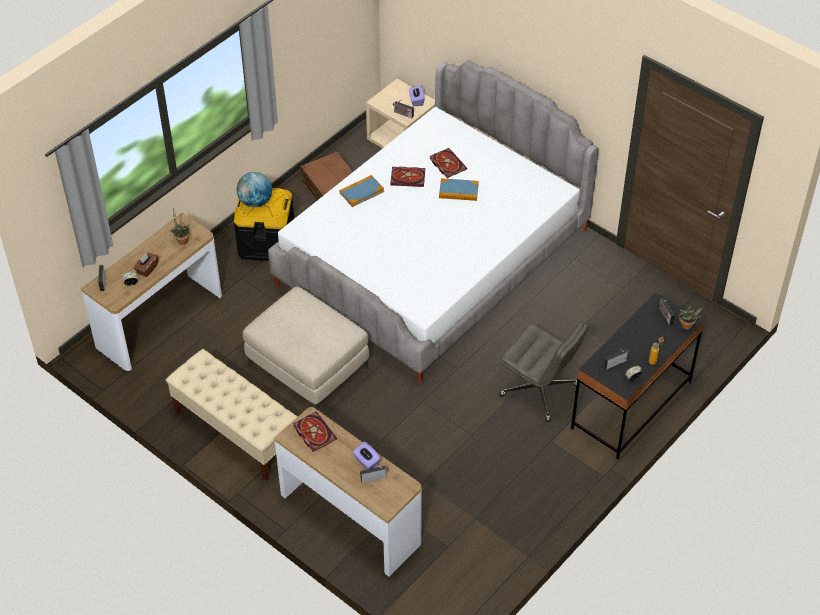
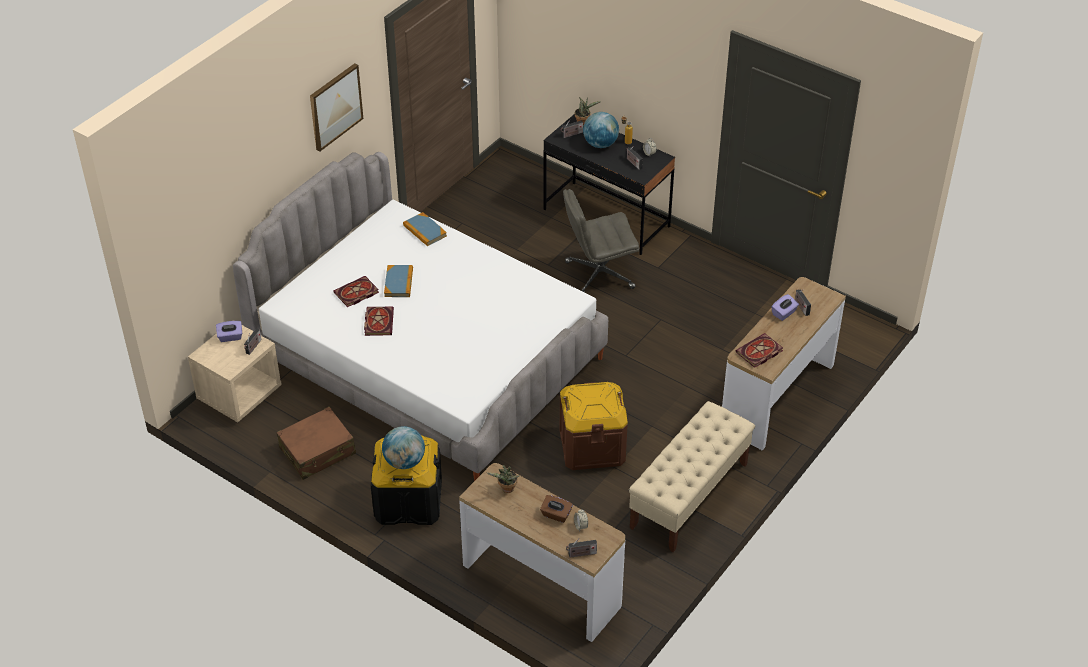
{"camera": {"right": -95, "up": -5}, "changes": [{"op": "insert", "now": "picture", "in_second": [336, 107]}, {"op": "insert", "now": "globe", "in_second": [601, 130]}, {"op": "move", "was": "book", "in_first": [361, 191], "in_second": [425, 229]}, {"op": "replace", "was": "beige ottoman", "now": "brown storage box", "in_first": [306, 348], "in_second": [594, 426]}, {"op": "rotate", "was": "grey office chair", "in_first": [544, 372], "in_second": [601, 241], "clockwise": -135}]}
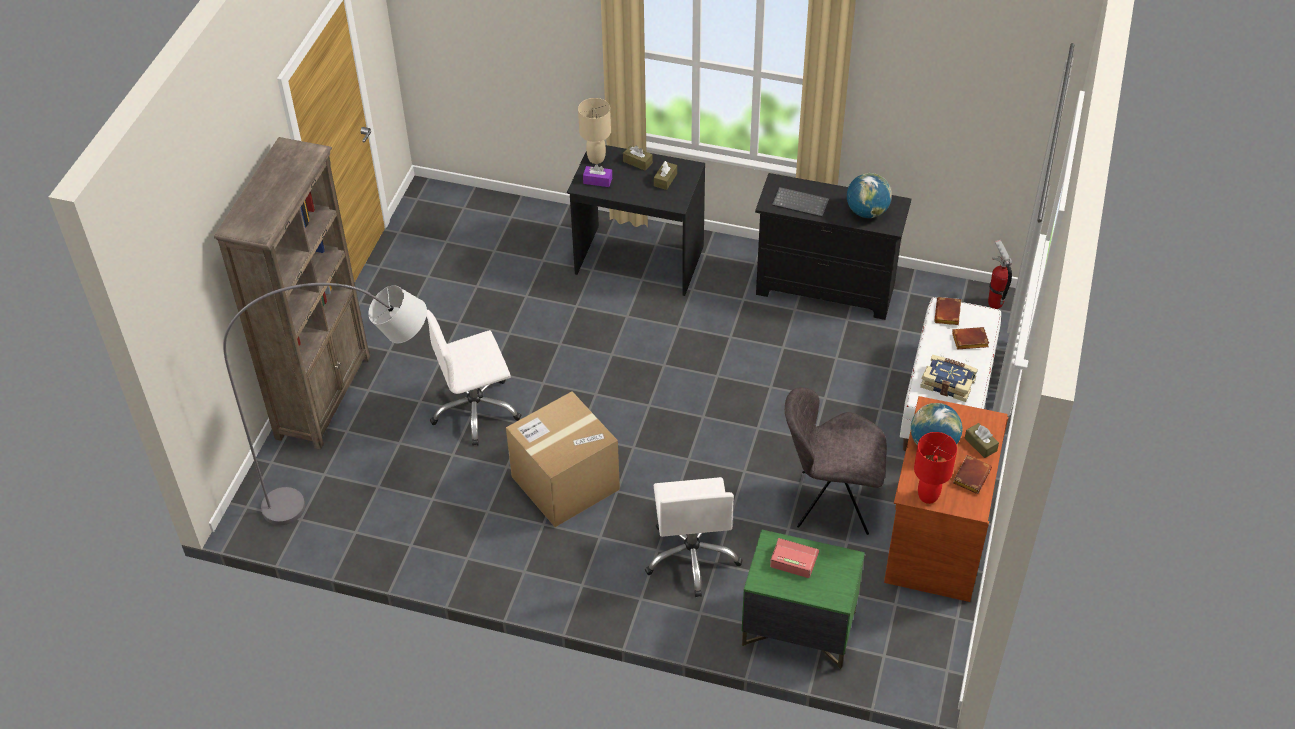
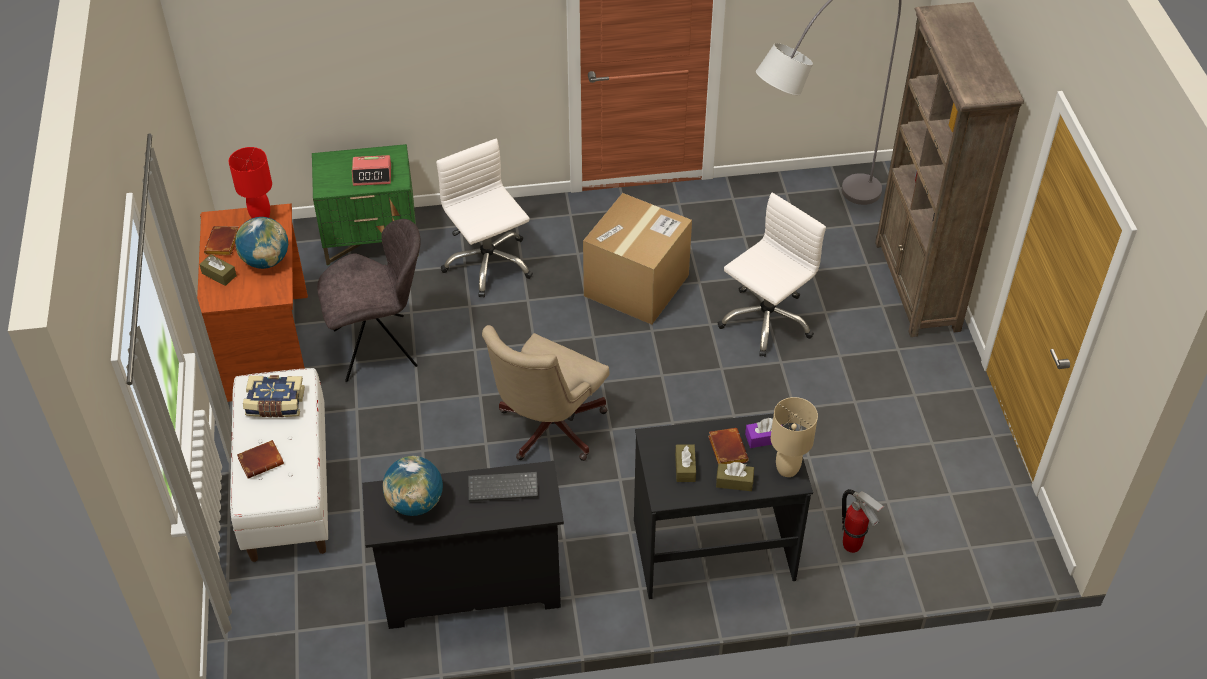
{"camera": {"right": 155, "up": 0}, "changes": [{"op": "insert", "now": "beige office chair", "in_second": [546, 393]}, {"op": "move", "was": "brown book", "in_first": [947, 311], "in_second": [728, 446]}, {"op": "move", "was": "fire extinguisher", "in_first": [1000, 274], "in_second": [863, 521]}]}
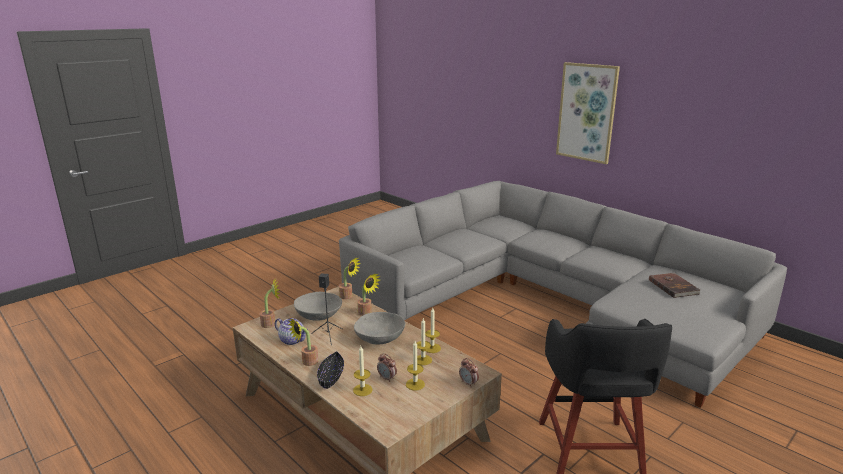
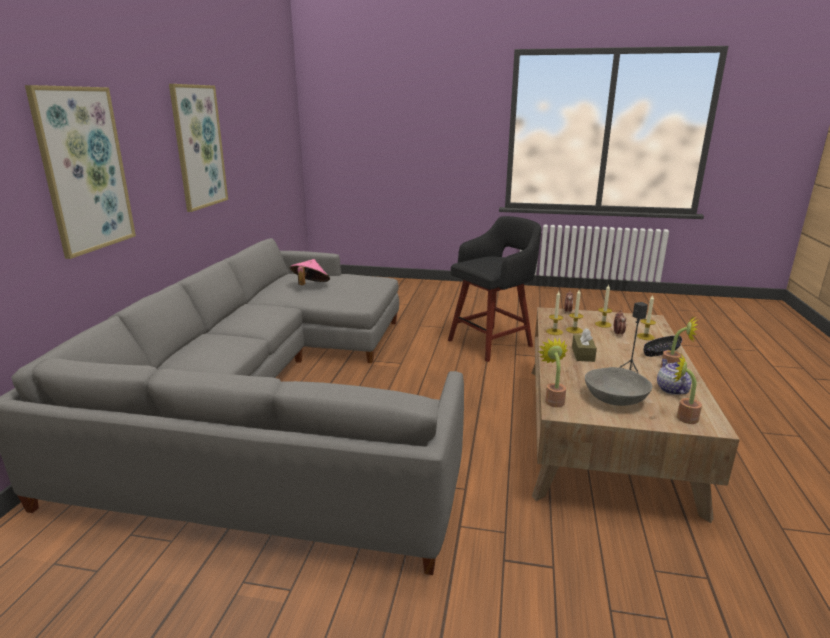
{"camera": {"right": -125, "up": 0}, "changes": [{"op": "delete", "was": "potted plant", "in_first": [369, 295]}, {"op": "insert", "now": "picture", "in_second": [198, 148]}, {"op": "replace", "was": "grey bowl", "now": "brown tissue box", "in_first": [379, 328], "in_second": [584, 345]}, {"op": "replace", "was": "brown book", "now": "pink hat", "in_first": [675, 285], "in_second": [310, 272]}]}
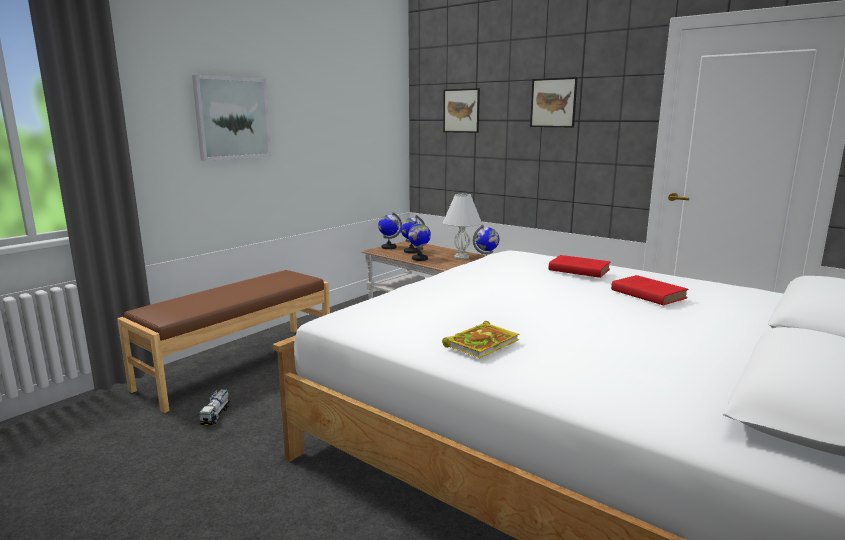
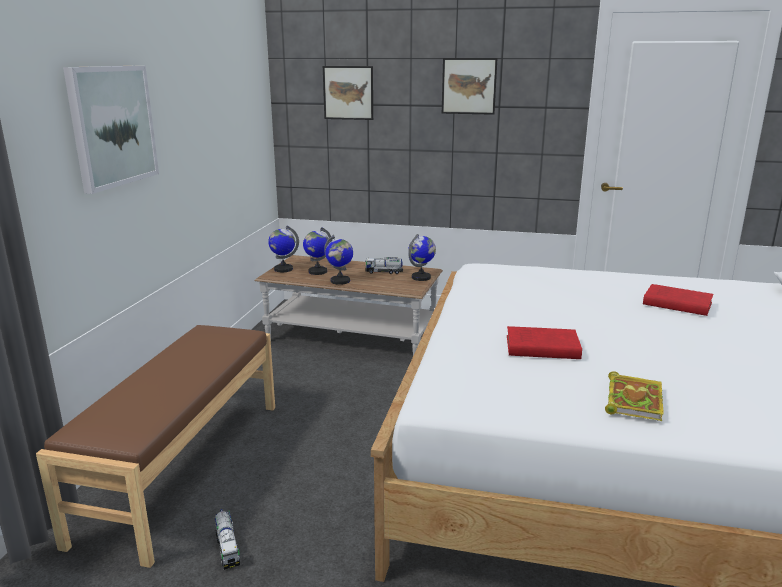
{"camera": {"right": -25, "up": 5}, "changes": [{"op": "move", "was": "red book", "in_first": [579, 266], "in_second": [544, 342]}, {"op": "replace", "was": "white table lamp", "now": "toy truck", "in_first": [462, 226], "in_second": [384, 265]}]}
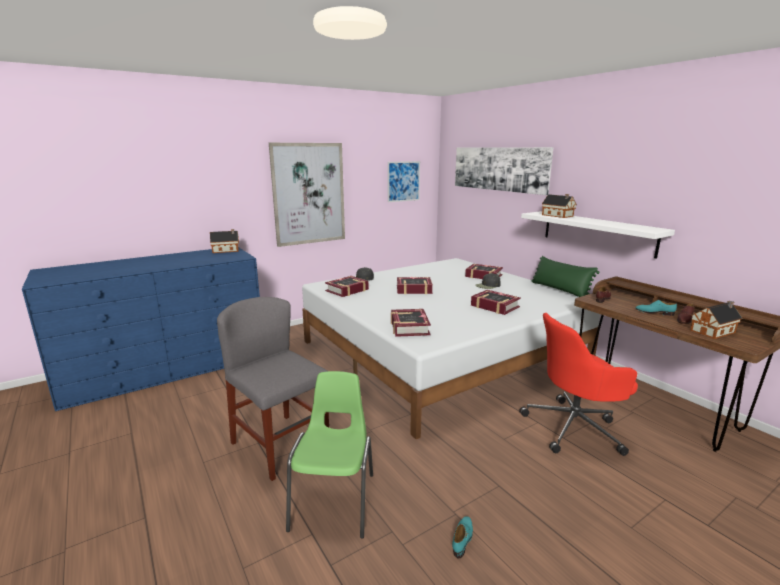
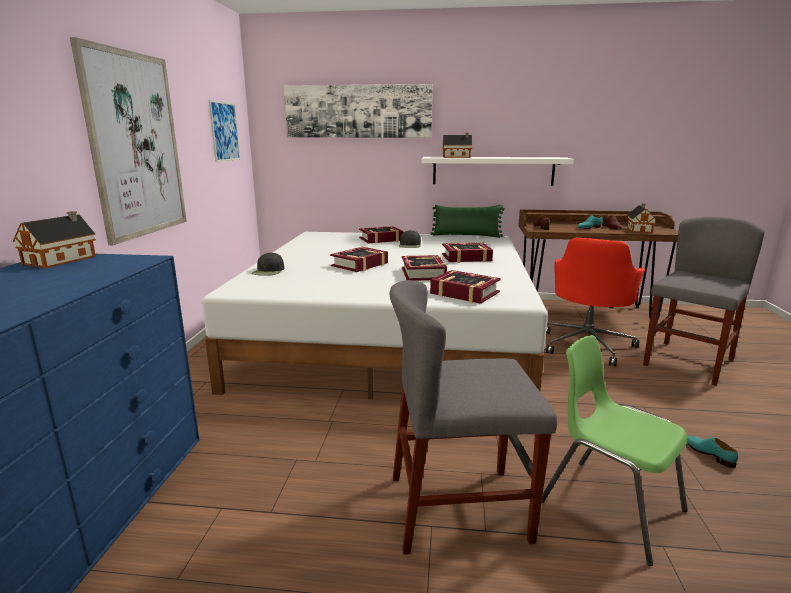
{"camera": {"right": -50, "up": 0}, "changes": [{"op": "insert", "now": "grey chair", "in_second": [704, 301]}, {"op": "move", "was": "book", "in_first": [347, 286], "in_second": [424, 268]}]}
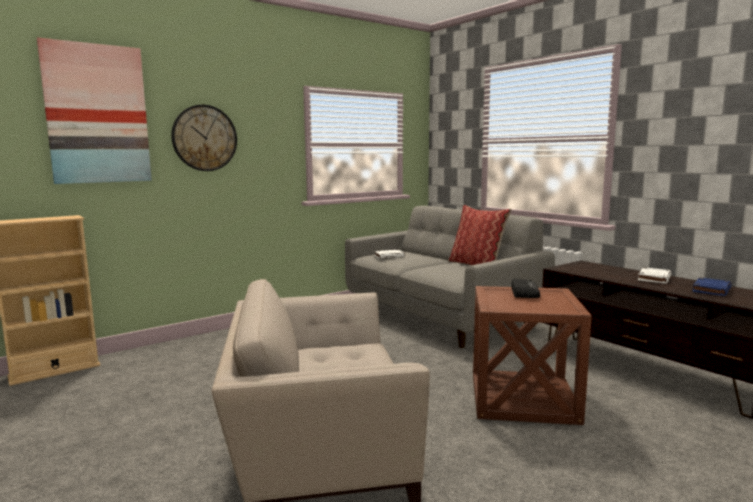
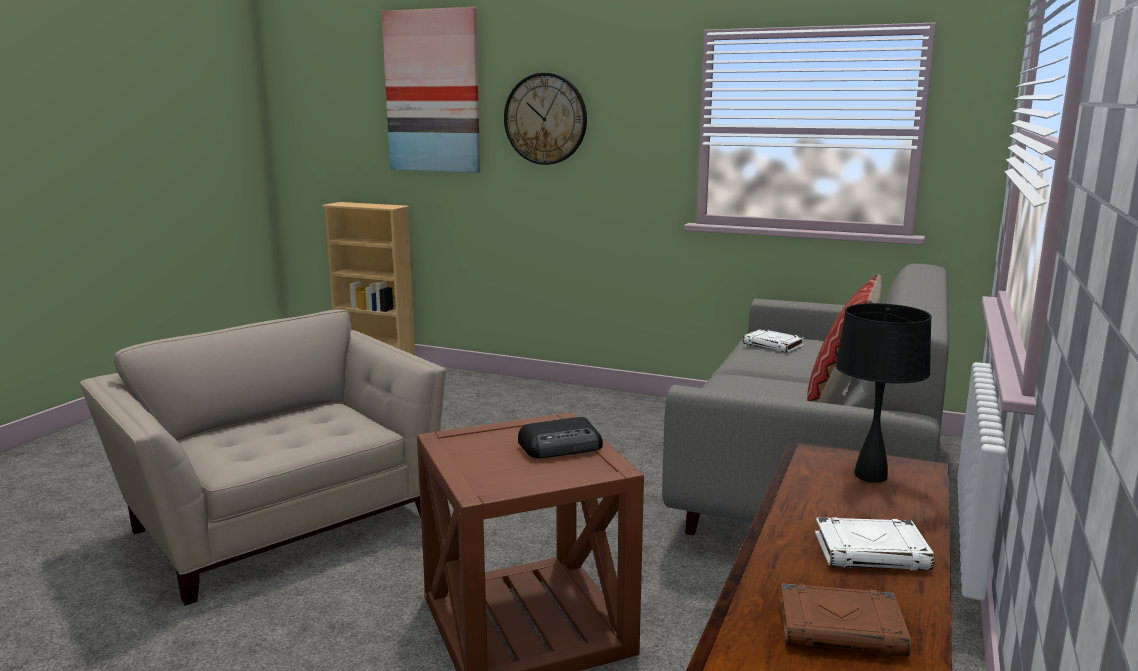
{"camera": {"right": 60, "up": 5}, "changes": [{"op": "insert", "now": "black table lamp", "in_second": [883, 393]}, {"op": "recolor", "was": "blue book", "now": "brown book", "in_first": [712, 286], "in_second": [845, 620]}]}
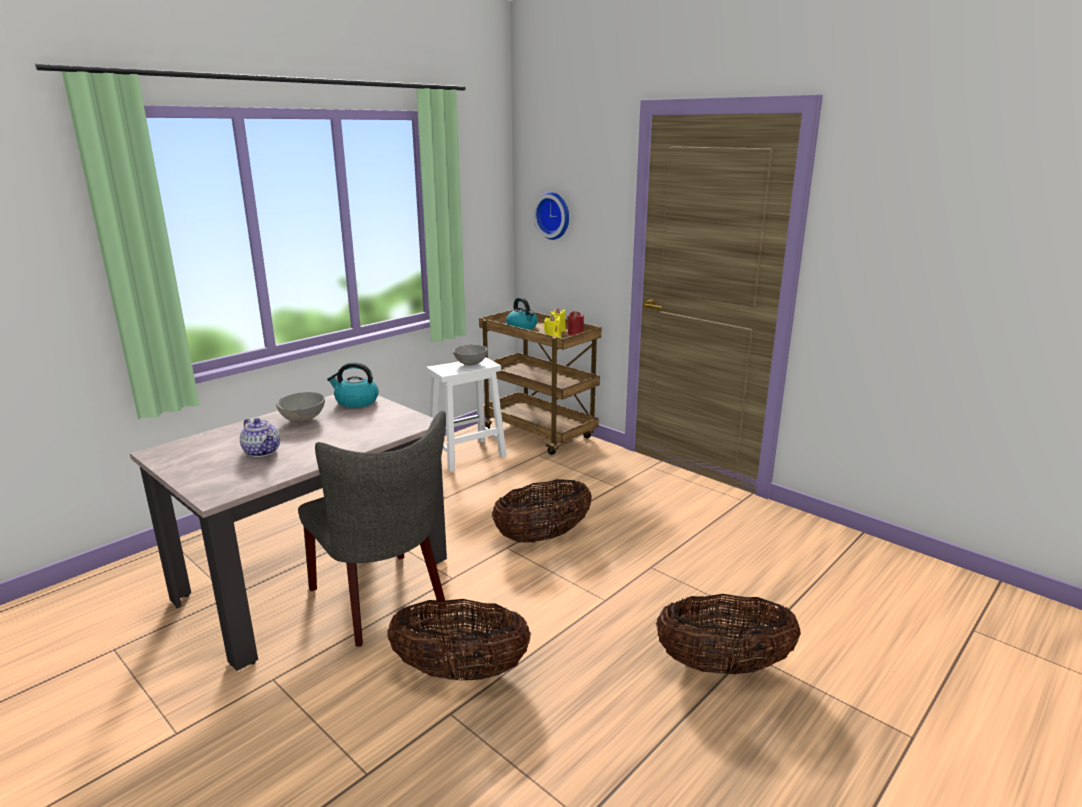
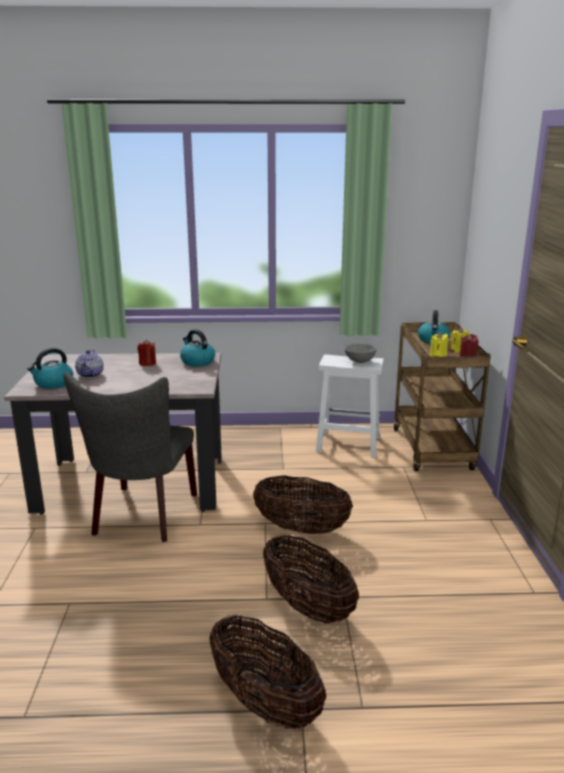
{"camera": {"right": 45, "up": 0}, "changes": [{"op": "delete", "was": "wall clock", "in_first": [551, 216]}, {"op": "insert", "now": "kettle", "in_second": [50, 368]}, {"op": "move", "was": "basket", "in_first": [459, 640], "in_second": [311, 578]}, {"op": "replace", "was": "grey bowl", "now": "red candle", "in_first": [300, 407], "in_second": [146, 353]}]}
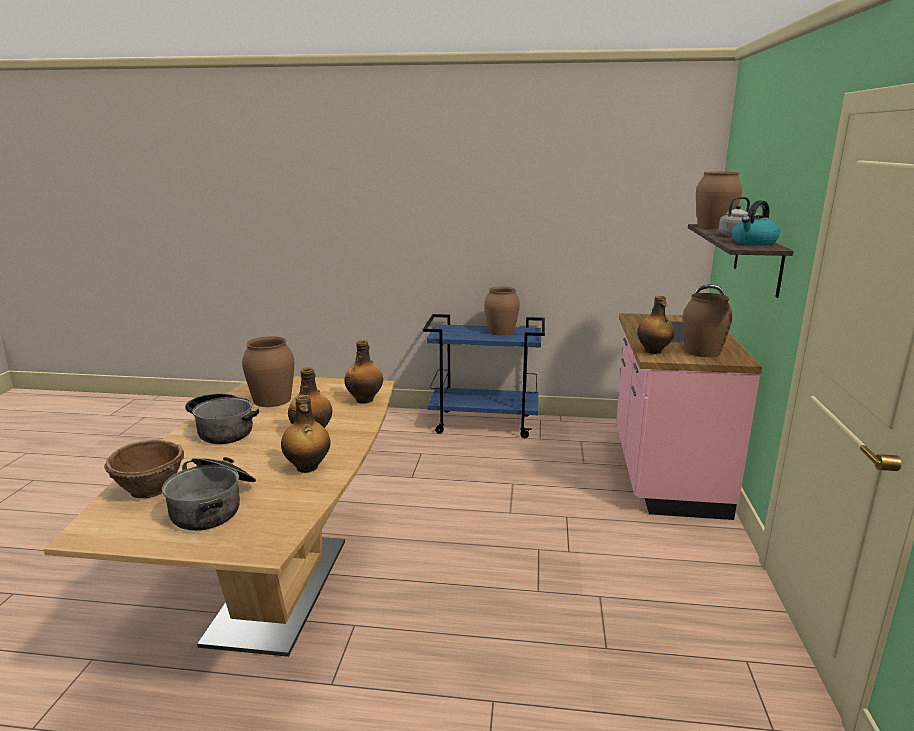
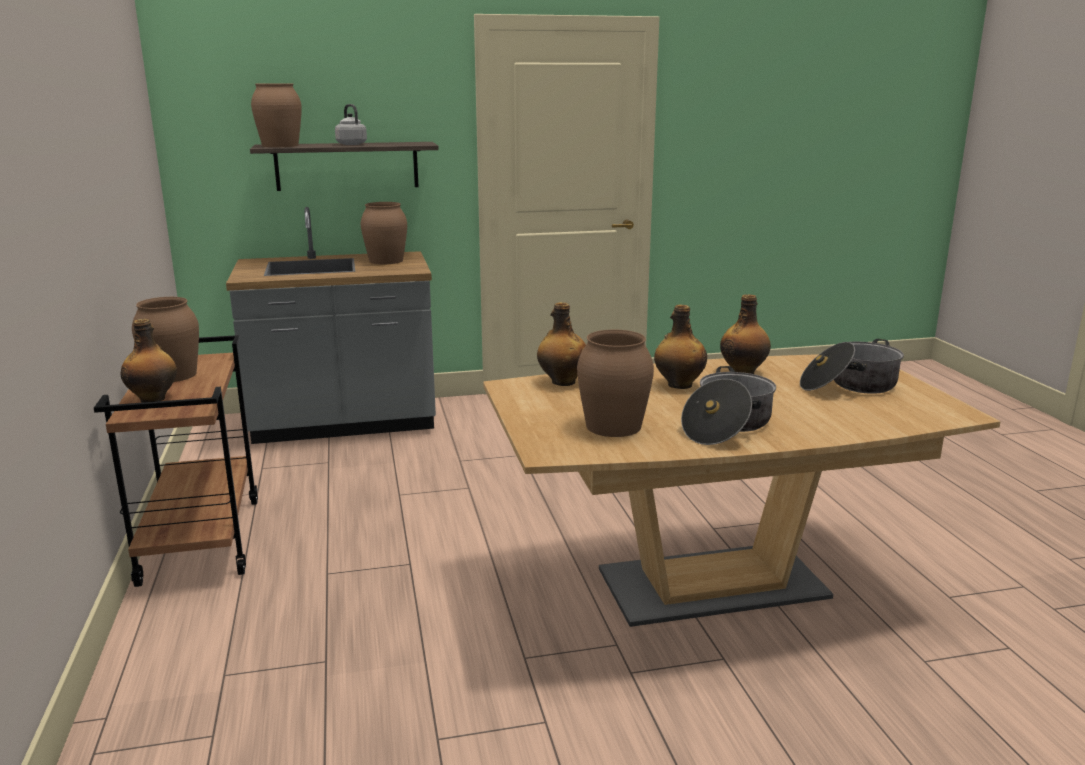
{"camera": {"right": -110, "up": 0}, "changes": [{"op": "delete", "was": "brown bowl", "in_first": [144, 469]}, {"op": "delete", "was": "kettle", "in_first": [756, 223]}, {"op": "move", "was": "bottle", "in_first": [656, 325], "in_second": [149, 361]}, {"op": "recolor", "was": "blue cart", "now": "brown cart", "in_first": [484, 376], "in_second": [176, 461]}, {"op": "recolor", "was": "pink counter", "now": "grey counter", "in_first": [689, 402], "in_second": [331, 325]}]}
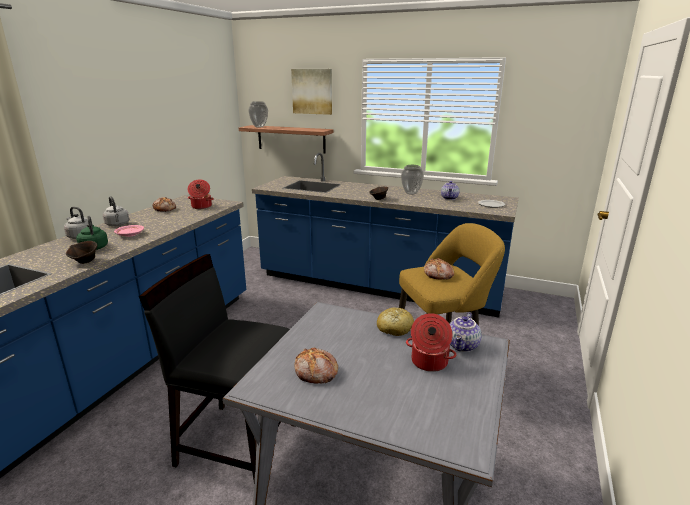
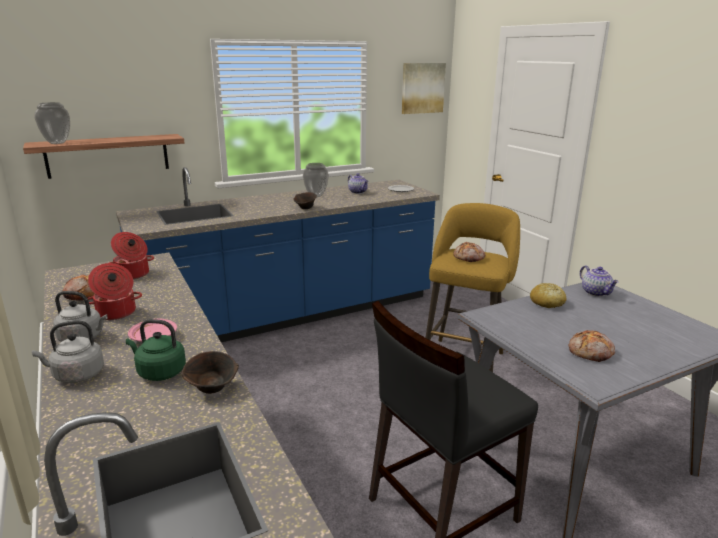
{"camera": {"right": -50, "up": 0}, "changes": [{"op": "move", "was": "picture", "in_first": [311, 92], "in_second": [424, 88]}, {"op": "move", "was": "cooking pot", "in_first": [431, 342], "in_second": [115, 291]}]}
